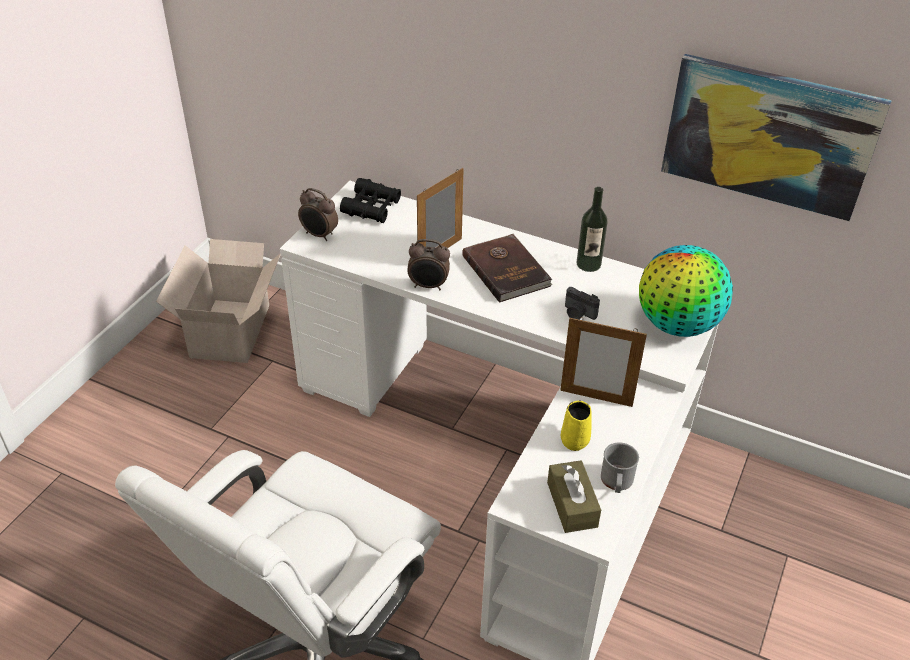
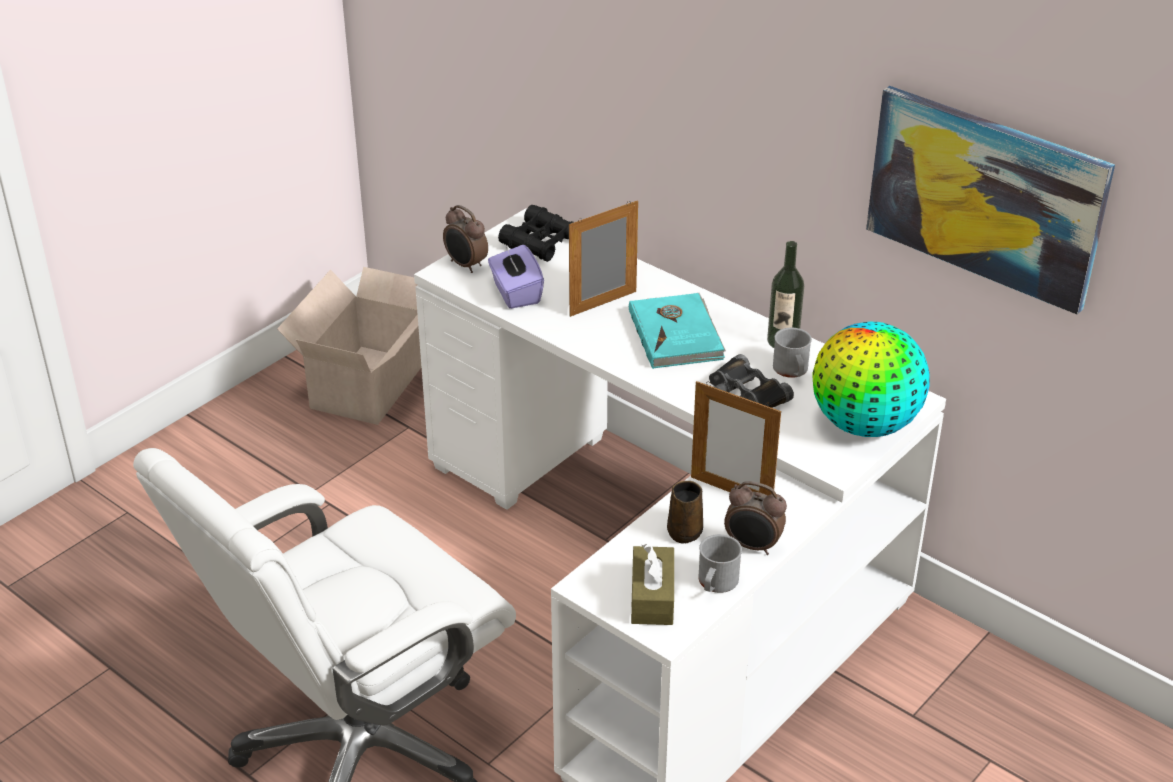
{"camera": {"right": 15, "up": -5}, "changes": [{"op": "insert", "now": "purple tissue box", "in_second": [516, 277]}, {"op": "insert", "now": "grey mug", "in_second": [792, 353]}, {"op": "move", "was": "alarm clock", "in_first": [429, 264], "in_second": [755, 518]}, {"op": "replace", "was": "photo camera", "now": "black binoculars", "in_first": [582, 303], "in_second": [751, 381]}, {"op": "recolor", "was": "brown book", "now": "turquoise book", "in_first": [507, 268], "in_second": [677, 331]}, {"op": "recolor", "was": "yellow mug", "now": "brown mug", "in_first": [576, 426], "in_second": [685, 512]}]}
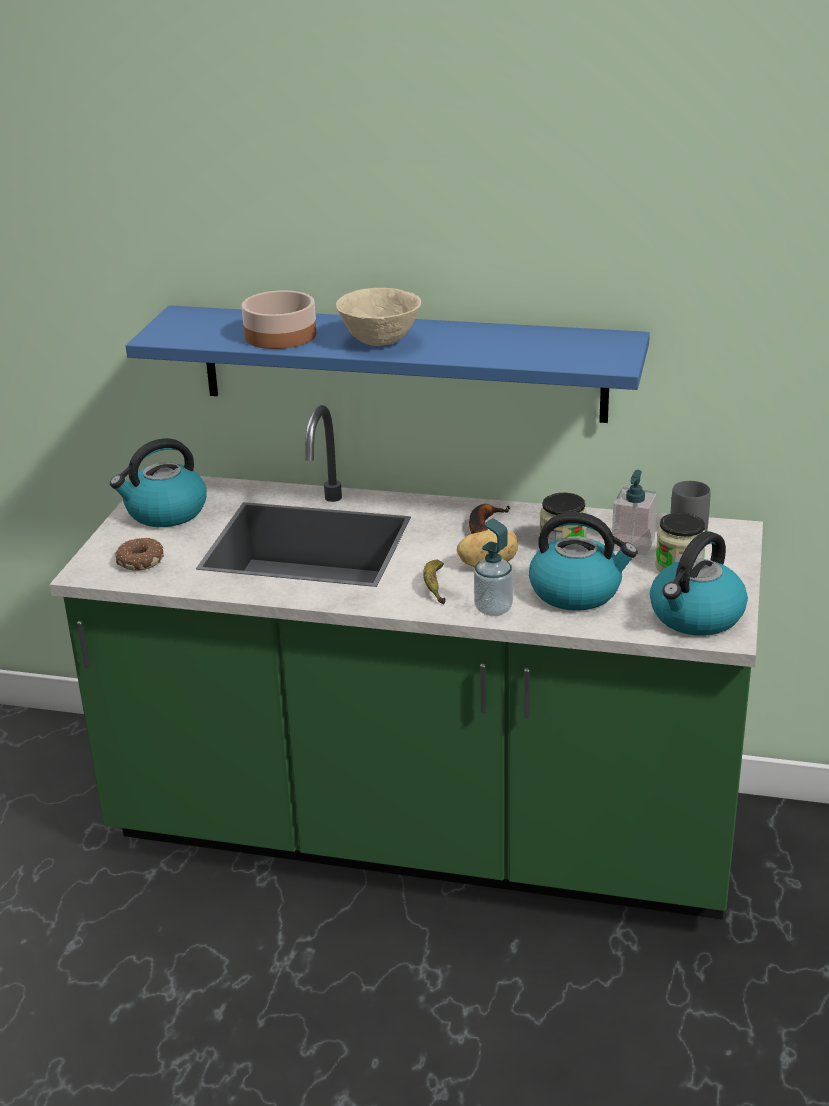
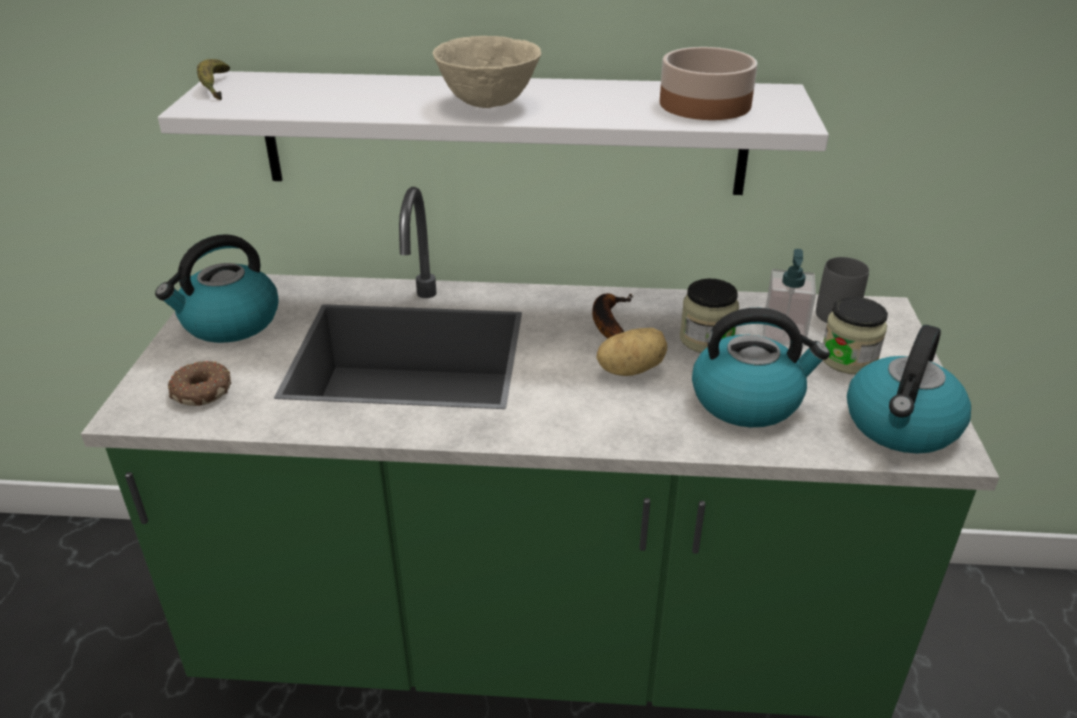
{"camera": {"right": -10, "up": 5}, "changes": [{"op": "delete", "was": "soap dispenser", "in_first": [493, 567]}, {"op": "move", "was": "bowl", "in_first": [279, 319], "in_second": [709, 83]}, {"op": "move", "was": "banana", "in_first": [434, 582], "in_second": [213, 79]}, {"op": "recolor", "was": "blue shelf", "now": "white shelf", "in_first": [388, 364], "in_second": [493, 133]}]}
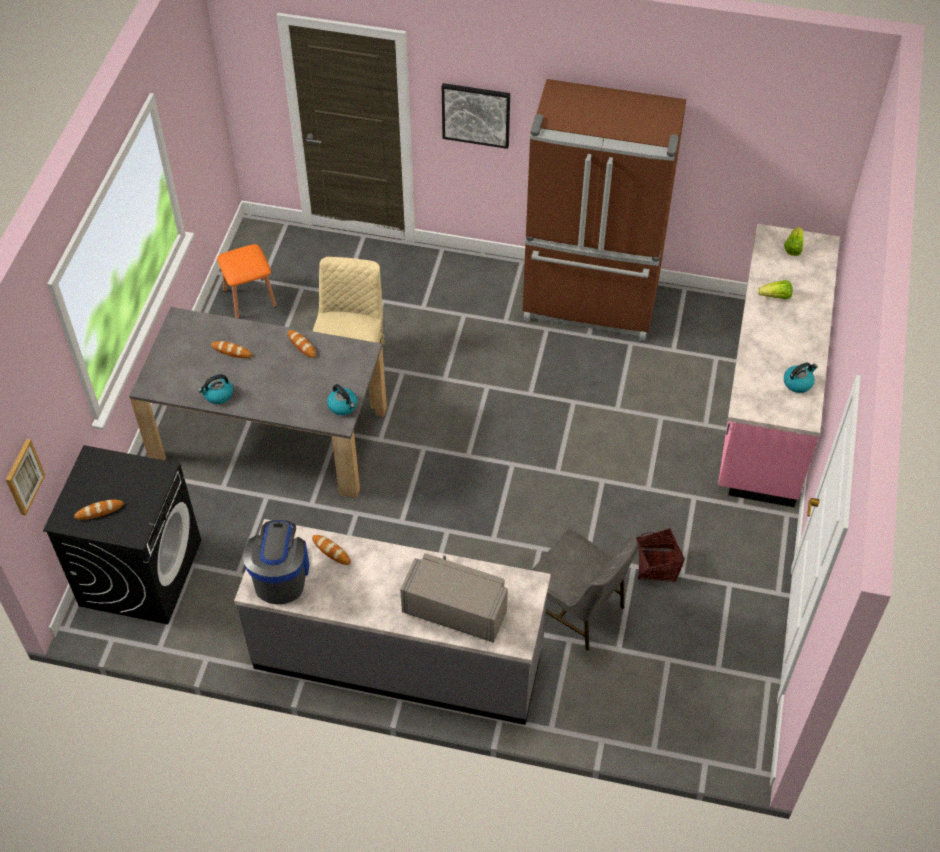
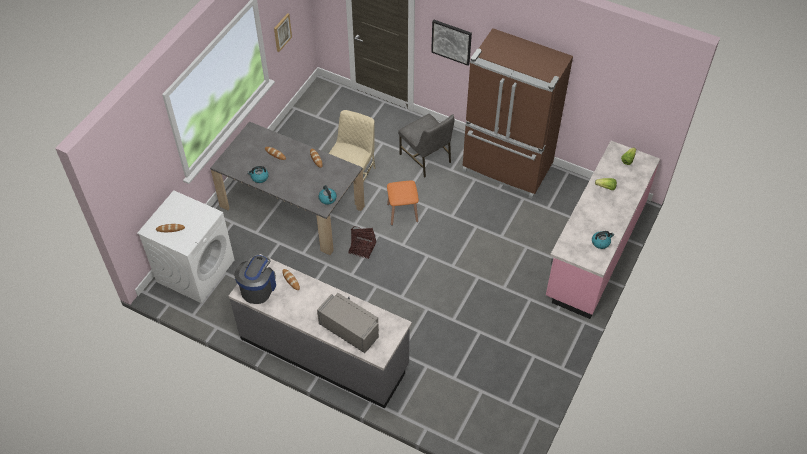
{"camera": {"right": 15, "up": 0}, "changes": [{"op": "move", "was": "picture", "in_first": [25, 477], "in_second": [283, 32]}, {"op": "move", "was": "orange stool", "in_first": [247, 281], "in_second": [403, 203]}, {"op": "move", "was": "grey chair", "in_first": [585, 590], "in_second": [426, 146]}, {"op": "move", "was": "basket", "in_first": [660, 555], "in_second": [362, 242]}, {"op": "recolor", "was": "black washing machine", "now": "white washing machine", "in_first": [122, 534], "in_second": [185, 246]}]}
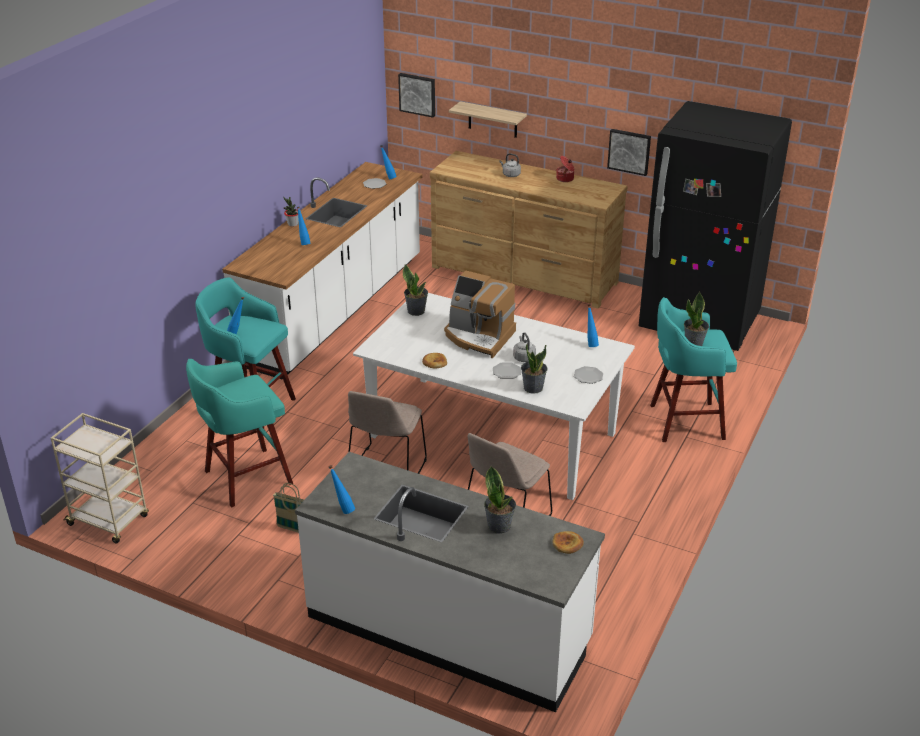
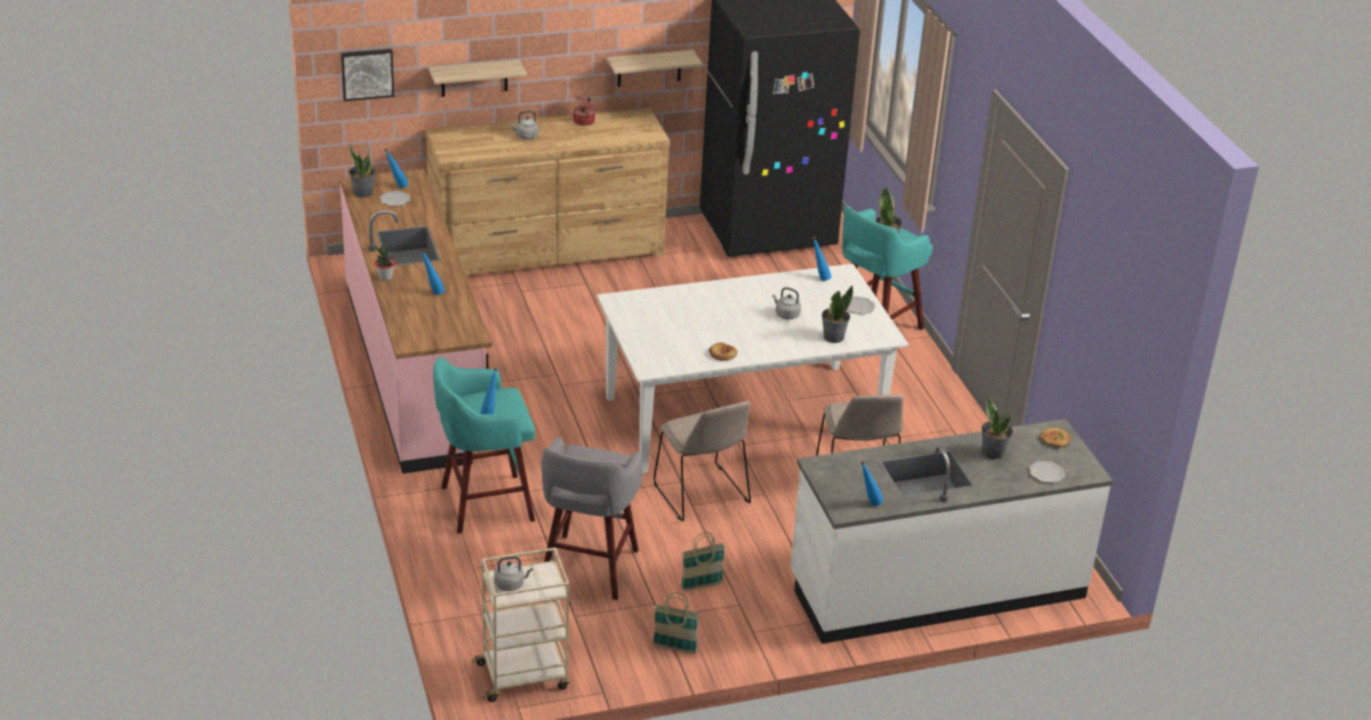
{"camera": {"right": -45, "up": 0}, "changes": [{"op": "delete", "was": "coffee machine", "in_first": [480, 314]}, {"op": "insert", "now": "grey kettle", "in_second": [513, 573]}, {"op": "insert", "now": "basket", "in_second": [676, 623]}, {"op": "move", "was": "potted plant", "in_first": [415, 290], "in_second": [362, 171]}, {"op": "move", "was": "plate", "in_first": [507, 371], "in_second": [1047, 472]}, {"op": "replace", "was": "picture", "now": "shelf", "in_first": [629, 152], "in_second": [654, 68]}, {"op": "recolor", "was": "turquoise stool", "now": "grey stool", "in_first": [239, 433], "in_second": [592, 518]}, {"op": "recolor", "was": "white counter", "now": "pink counter", "in_first": [322, 271], "in_second": [416, 321]}]}
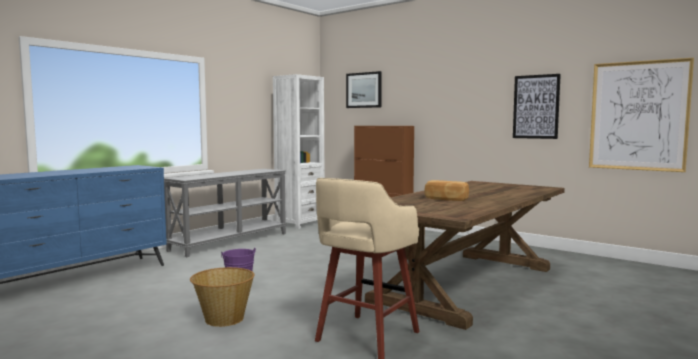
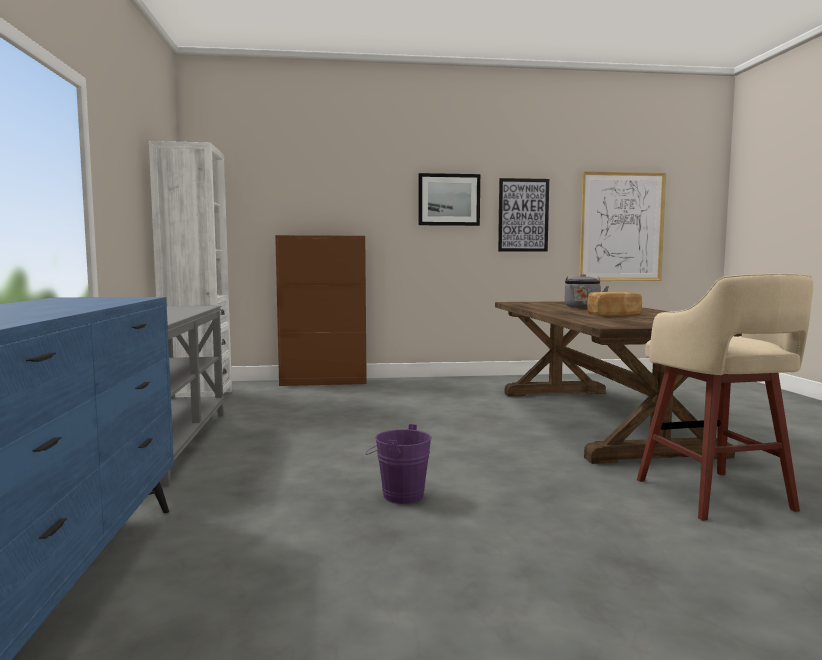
{"camera": {"right": -45, "up": 0}, "changes": [{"op": "delete", "was": "basket", "in_first": [222, 297]}, {"op": "insert", "now": "grey kettle", "in_second": [587, 291]}, {"op": "move", "was": "picture", "in_first": [364, 89], "in_second": [449, 199]}]}
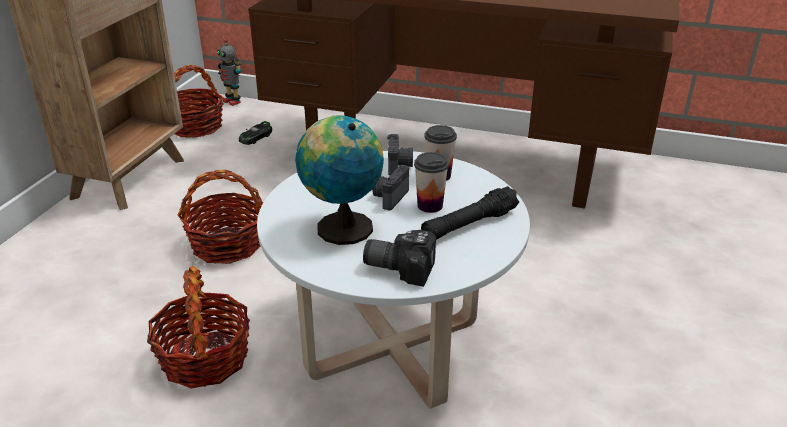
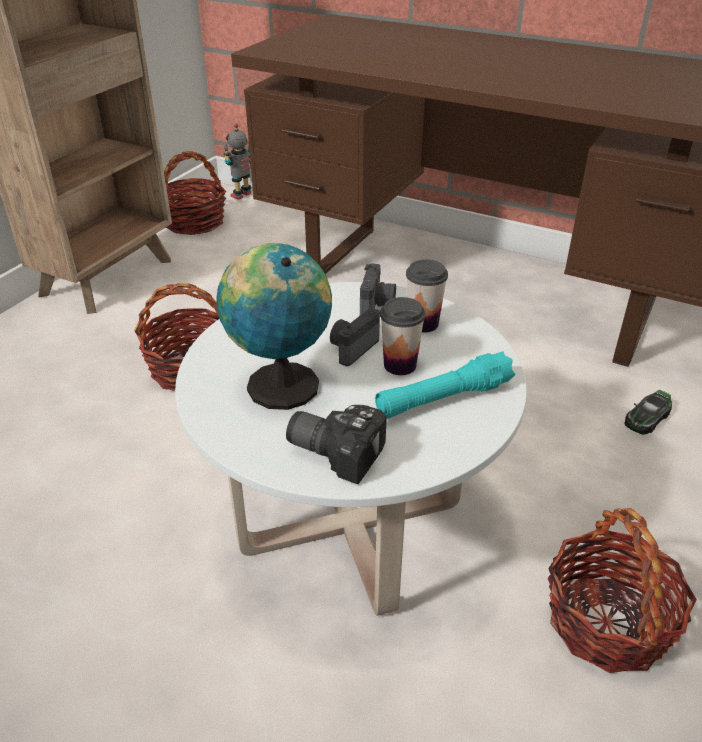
{"camera": {"right": 10, "up": 5}, "changes": [{"op": "move", "was": "basket", "in_first": [198, 327], "in_second": [622, 590]}, {"op": "move", "was": "toy car", "in_first": [255, 133], "in_second": [648, 412]}, {"op": "recolor", "was": "black flashlight", "now": "turquoise flashlight", "in_first": [470, 213], "in_second": [445, 384]}, {"op": "rotate", "was": "toy robot", "in_first": [229, 72], "in_second": [237, 162], "clockwise": 75}]}
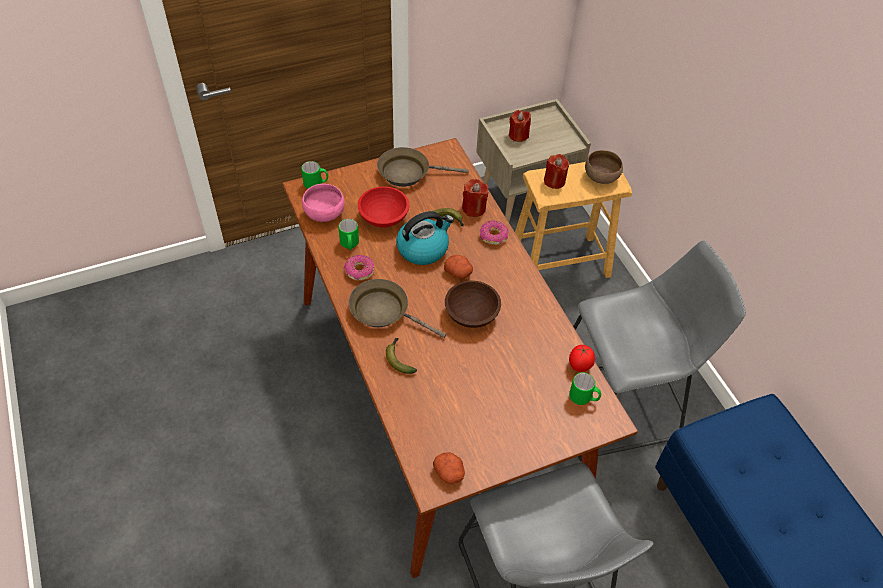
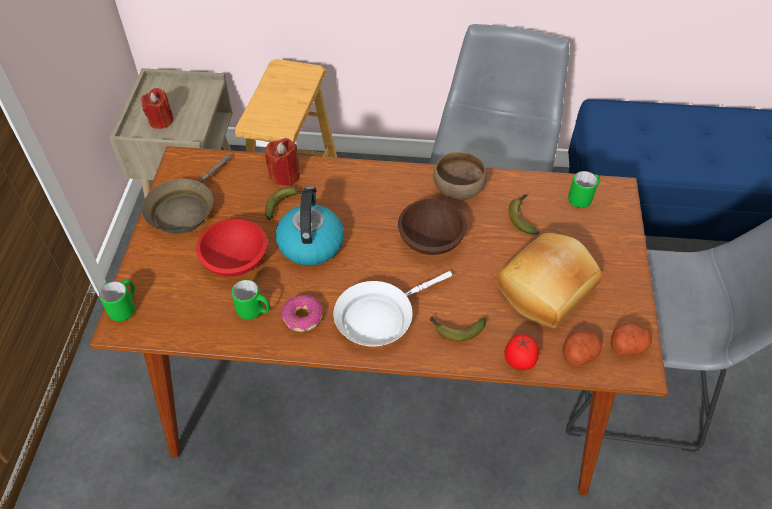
{"camera": {"right": -60, "up": 0}, "changes": [{"op": "delete", "was": "pink bowl", "in_first": [323, 203]}, {"op": "delete", "was": "donut", "in_first": [494, 232]}, {"op": "delete", "was": "red candle", "in_first": [557, 171]}, {"op": "insert", "now": "bread", "in_second": [550, 280]}, {"op": "insert", "now": "banana", "in_second": [524, 215]}, {"op": "move", "was": "potato", "in_first": [458, 267], "in_second": [582, 348]}, {"op": "move", "was": "tomato", "in_first": [582, 358], "in_second": [522, 352]}, {"op": "move", "was": "brown bowl", "in_first": [604, 167], "in_second": [460, 176]}, {"op": "recolor", "was": "brown frying pan", "now": "white frying pan", "in_first": [397, 308], "in_second": [393, 309]}]}
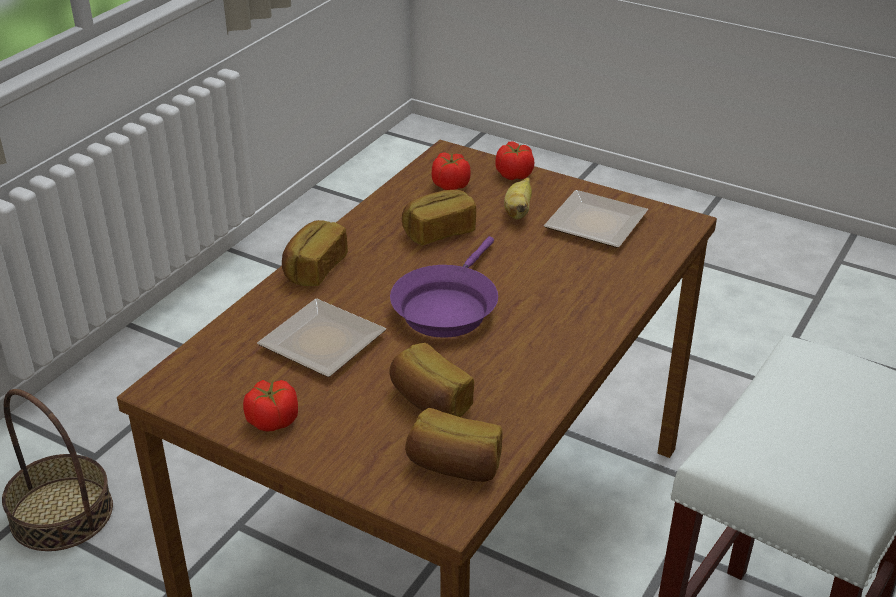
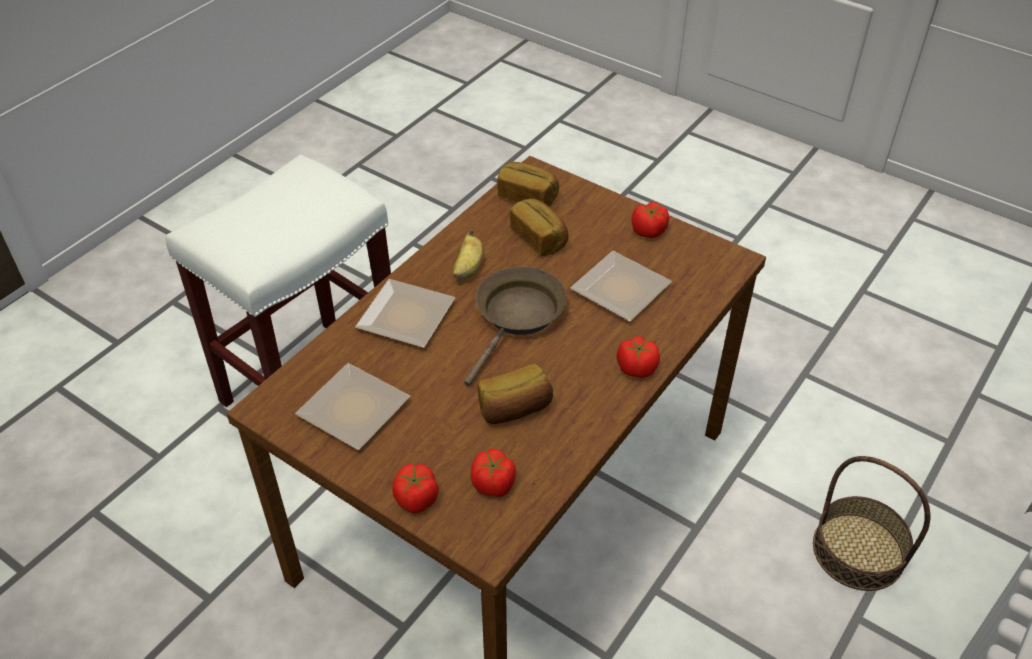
{"camera": {"right": -175, "up": 10}, "changes": [{"op": "insert", "now": "plate", "in_second": [405, 313]}, {"op": "move", "was": "banana", "in_first": [518, 199], "in_second": [468, 254]}, {"op": "replace", "was": "bread", "now": "tomato", "in_first": [315, 253], "in_second": [638, 357]}, {"op": "recolor", "was": "purple frying pan", "now": "brown frying pan", "in_first": [444, 287], "in_second": [515, 326]}]}
